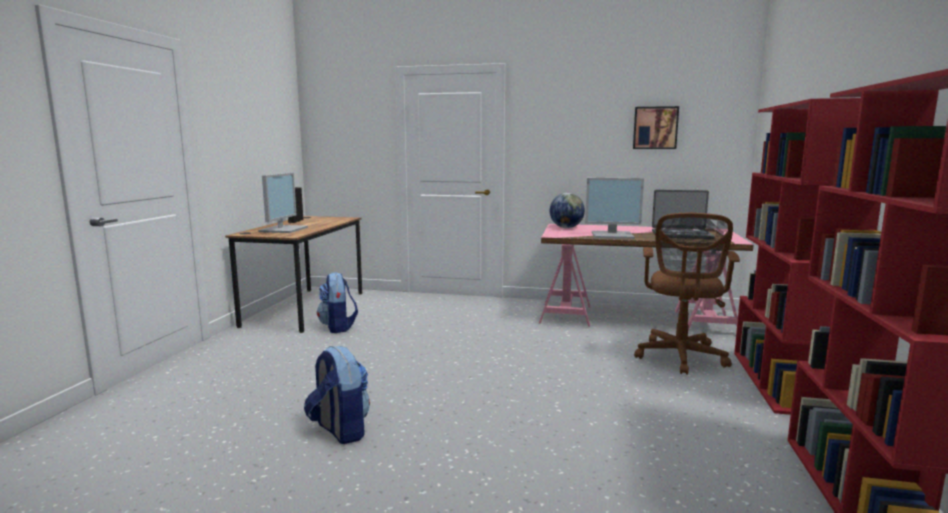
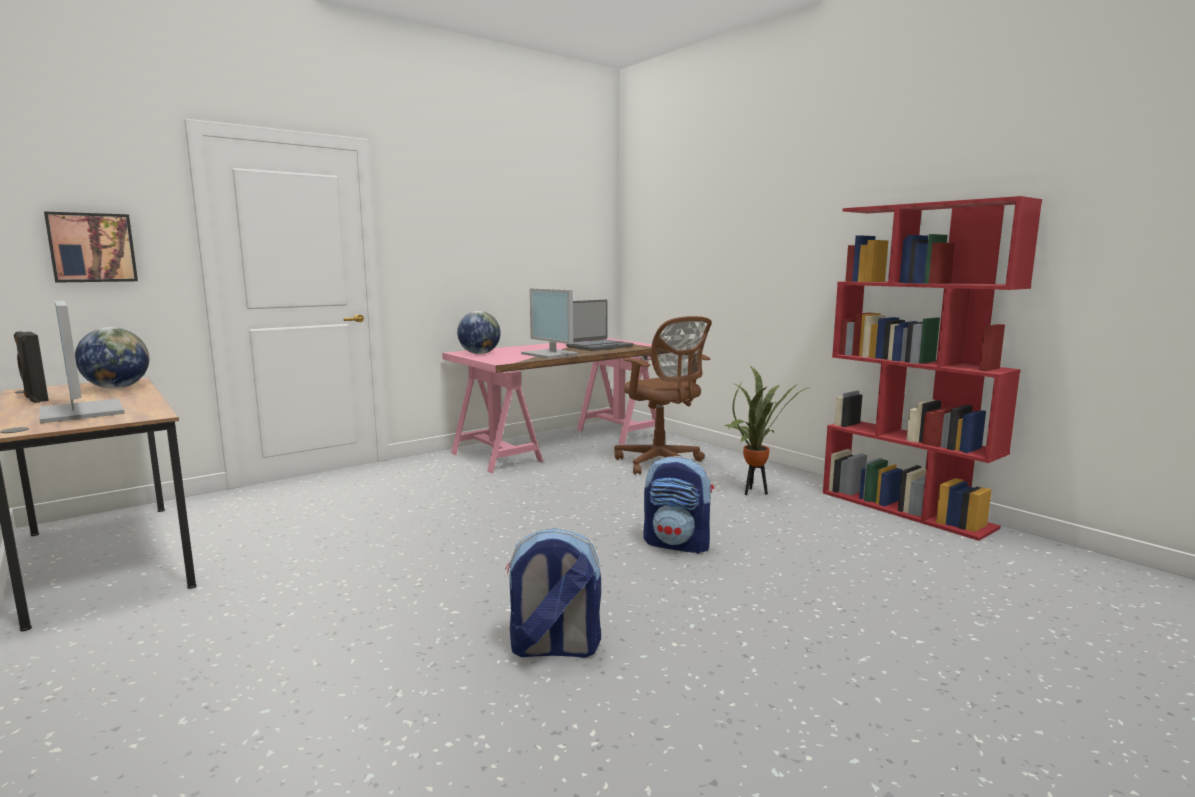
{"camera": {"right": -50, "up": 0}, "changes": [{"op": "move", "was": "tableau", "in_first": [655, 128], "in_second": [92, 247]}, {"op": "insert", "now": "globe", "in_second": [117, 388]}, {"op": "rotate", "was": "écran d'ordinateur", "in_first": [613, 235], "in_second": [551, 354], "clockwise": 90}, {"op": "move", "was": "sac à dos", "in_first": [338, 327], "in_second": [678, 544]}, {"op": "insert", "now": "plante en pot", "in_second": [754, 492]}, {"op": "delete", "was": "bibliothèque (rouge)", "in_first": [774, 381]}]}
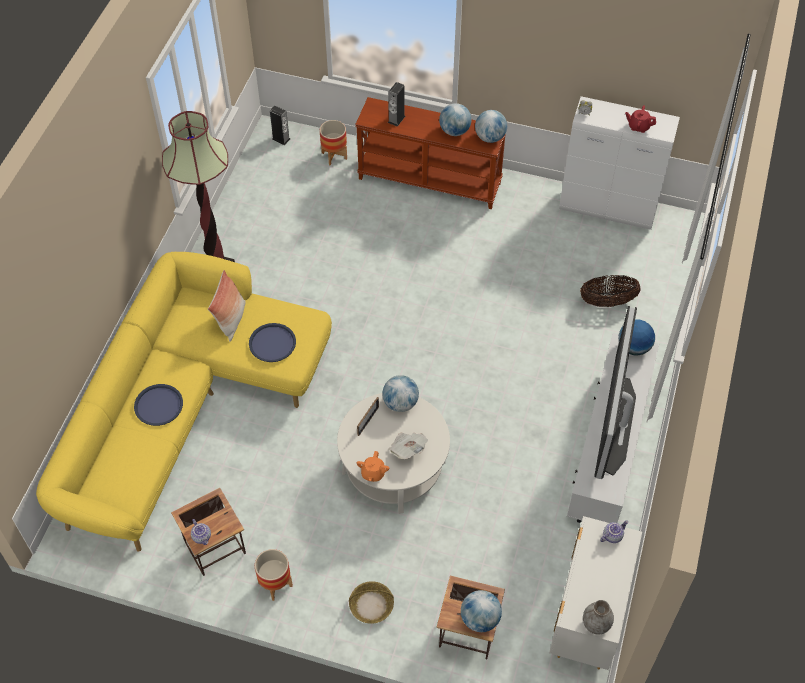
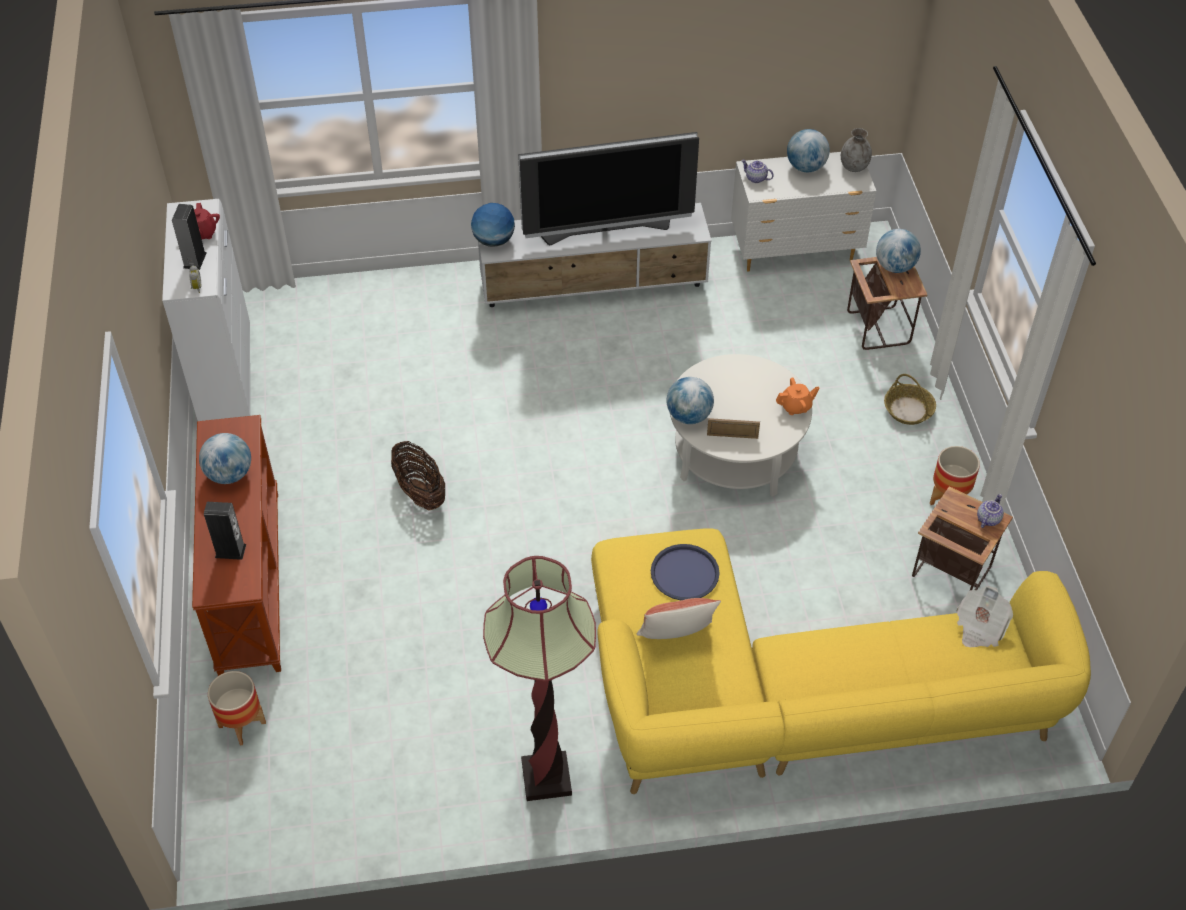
{"camera": {"right": -115, "up": -5}, "changes": [{"op": "move", "was": "enceinte", "in_first": [281, 139], "in_second": [194, 260]}, {"op": "move", "was": "panier", "in_first": [607, 301], "in_second": [420, 492]}, {"op": "move", "was": "globe", "in_first": [490, 137], "in_second": [805, 167]}, {"op": "move", "was": "journal", "in_first": [407, 449], "in_second": [979, 627]}, {"op": "delete", "was": "plateau (bleu)", "in_first": [158, 405]}]}
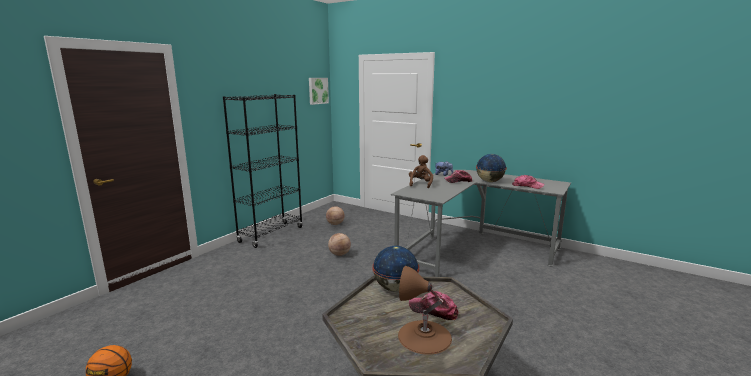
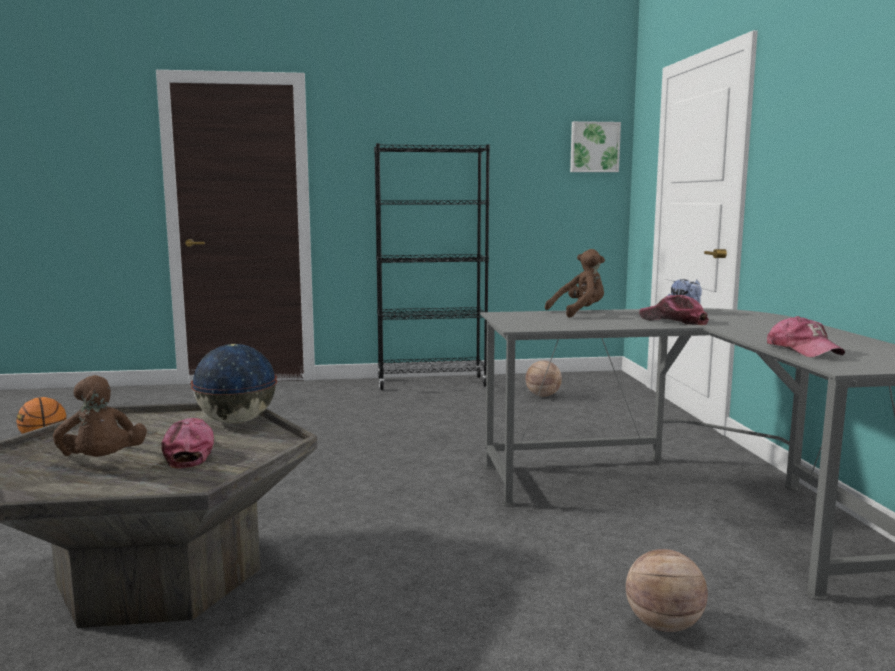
{"camera": {"right": 50, "up": -5}, "changes": [{"op": "replace", "was": "lampe de table (marron)", "now": "peluche (marron)", "in_first": [424, 336], "in_second": [102, 462]}, {"op": "move", "was": "ballon de basket", "in_first": [339, 254], "in_second": [663, 625]}, {"op": "delete", "was": "globe", "in_first": [490, 181]}]}
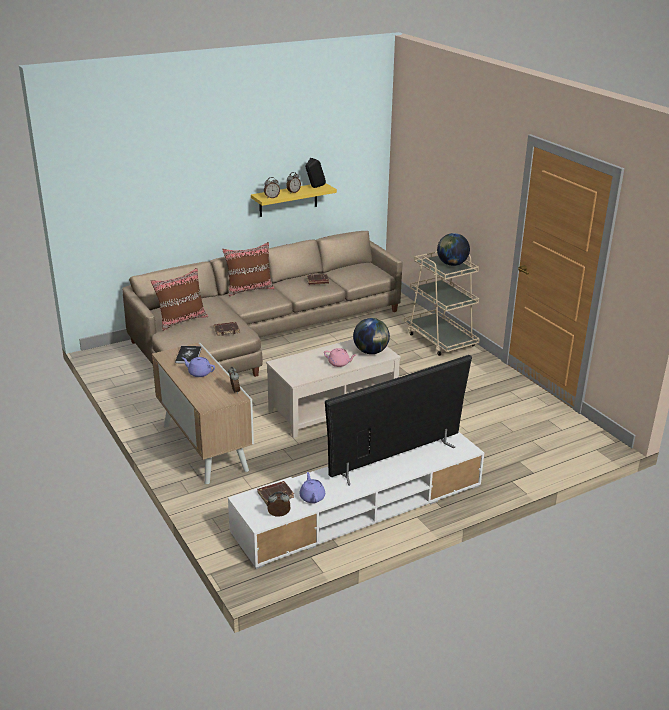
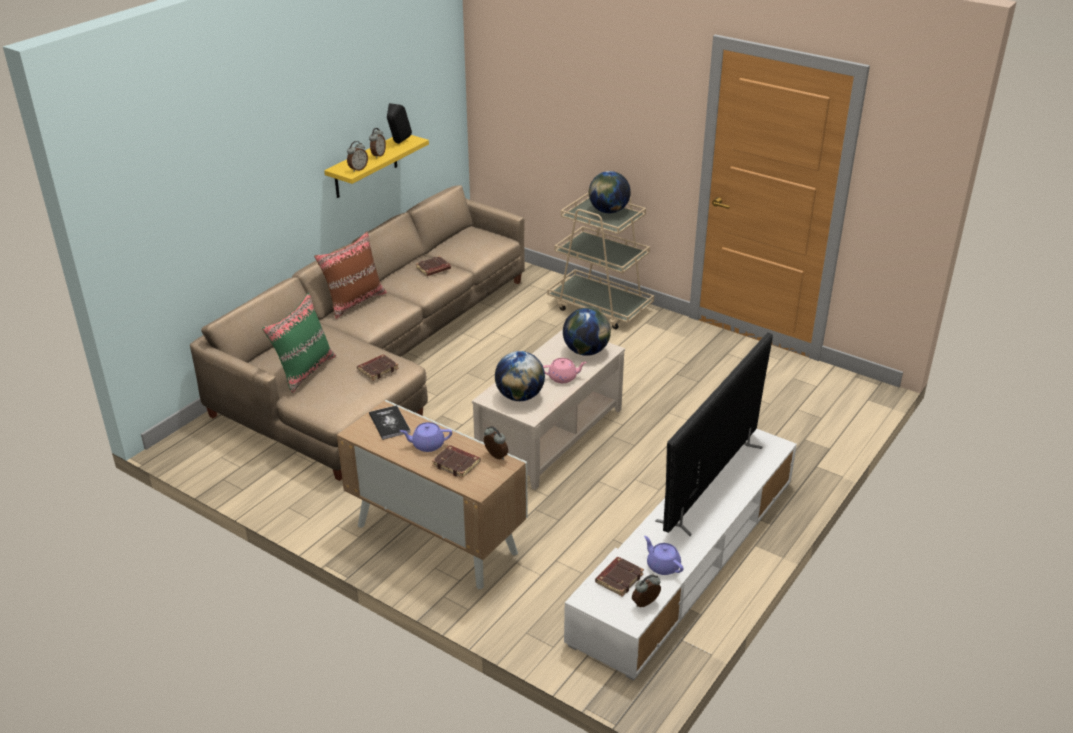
{"camera": {"right": -25, "up": 5}, "changes": [{"op": "recolor", "was": "coussin (marron)", "now": "coussin (vert)", "in_first": [182, 320], "in_second": [305, 371]}, {"op": "insert", "now": "livre (marron)", "in_second": [457, 464]}, {"op": "insert", "now": "globe", "in_second": [520, 396]}]}
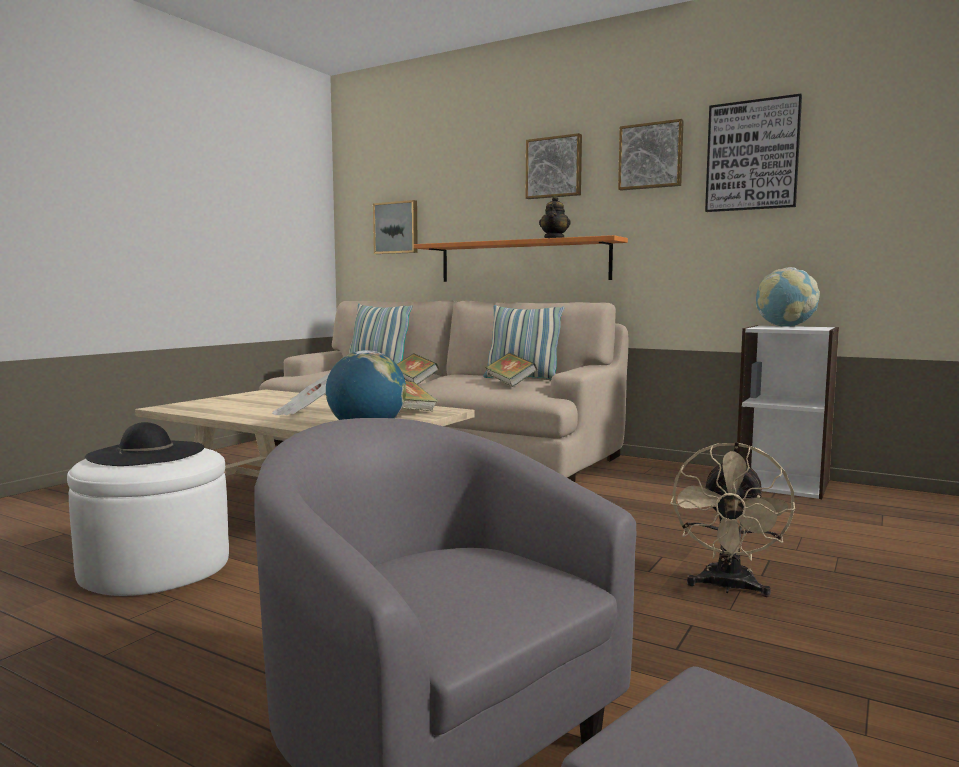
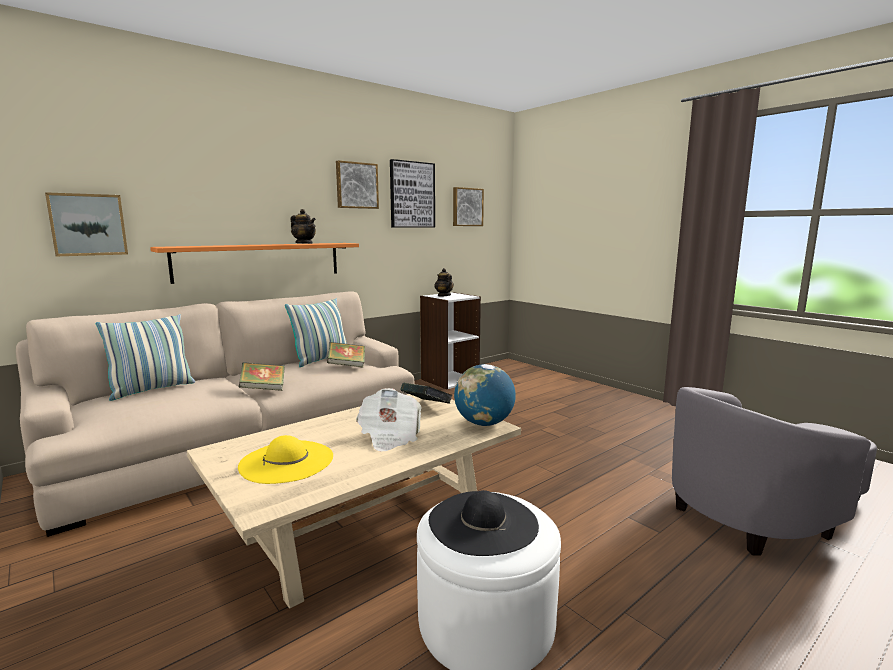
{"camera": {"right": -70, "up": 5}, "changes": [{"op": "insert", "now": "chapeau (jaune)", "in_second": [287, 461]}, {"op": "replace", "was": "globe", "now": "théière", "in_first": [785, 327], "in_second": [444, 295]}, {"op": "move", "was": "tableau", "in_first": [554, 167], "in_second": [467, 207]}, {"op": "delete", "was": "ventilateur (beige)", "in_first": [727, 587]}]}
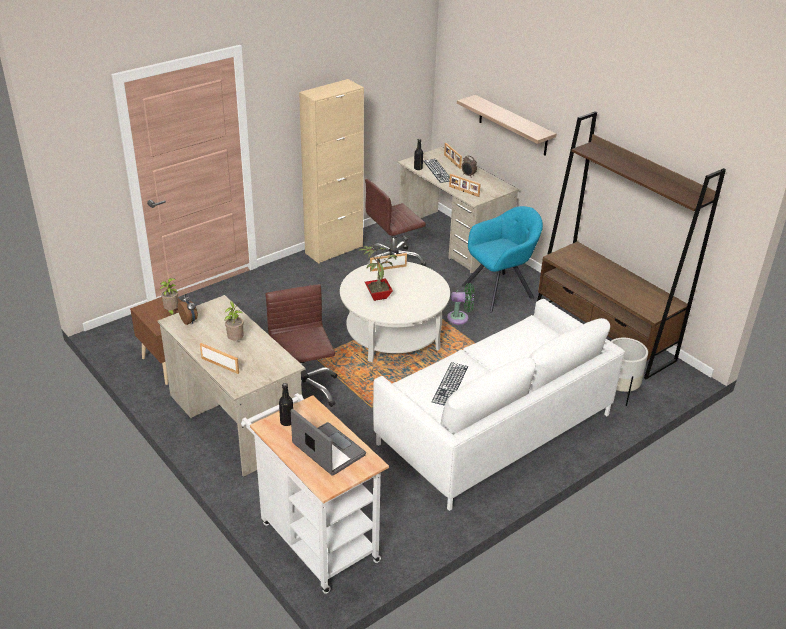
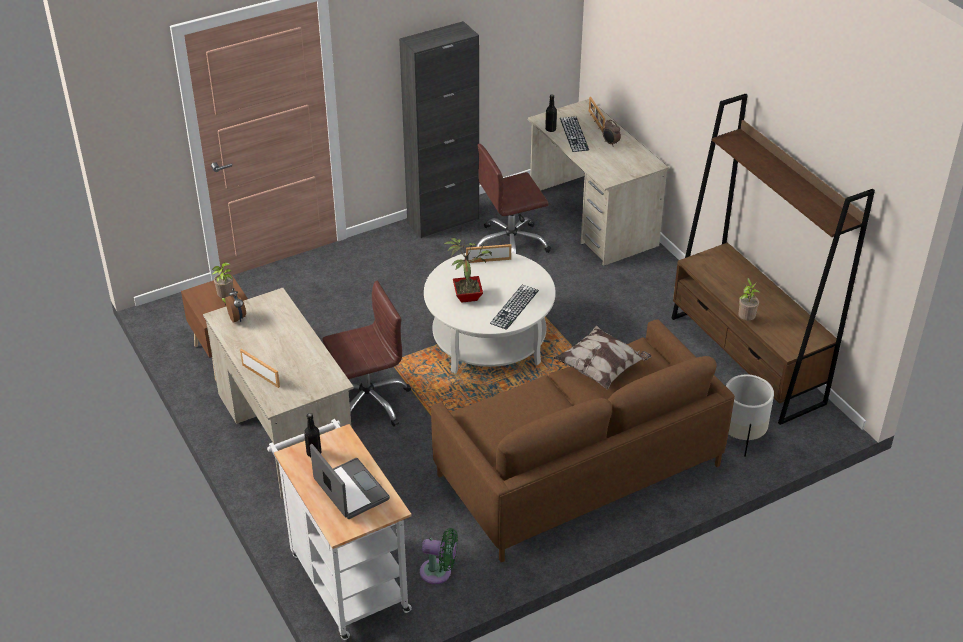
{"camera": {"right": 10, "up": 5}, "changes": [{"op": "rotate", "was": "chaise de bureau (marron)", "in_first": [302, 390], "in_second": [367, 401], "clockwise": 75}, {"op": "recolor", "was": "meuble de rangement (beige)", "now": "meuble de rangement (noir)", "in_first": [334, 249], "in_second": [443, 221]}, {"op": "move", "was": "ventilateur (vert)", "in_first": [460, 318], "in_second": [439, 572]}, {"op": "recolor", "was": "canapé (blanc)", "now": "canapé (marron)", "in_first": [494, 429], "in_second": [578, 470]}, {"op": "move", "was": "clavier", "in_first": [450, 384], "in_second": [514, 307]}, {"op": "insert", "now": "coussin", "in_second": [602, 369]}, {"op": "move", "was": "plante en pot", "in_first": [236, 340], "in_second": [745, 319]}, {"op": "delete", "was": "cadre photo", "in_first": [463, 191]}, {"op": "delete", "was": "étagère", "in_first": [513, 125]}, {"op": "delete", "was": "fauteuil (turquoise)", "in_first": [500, 290]}]}
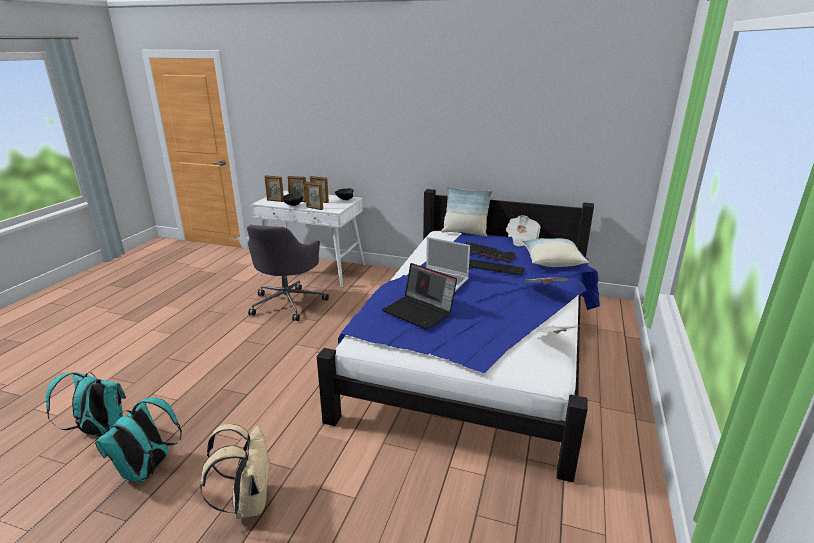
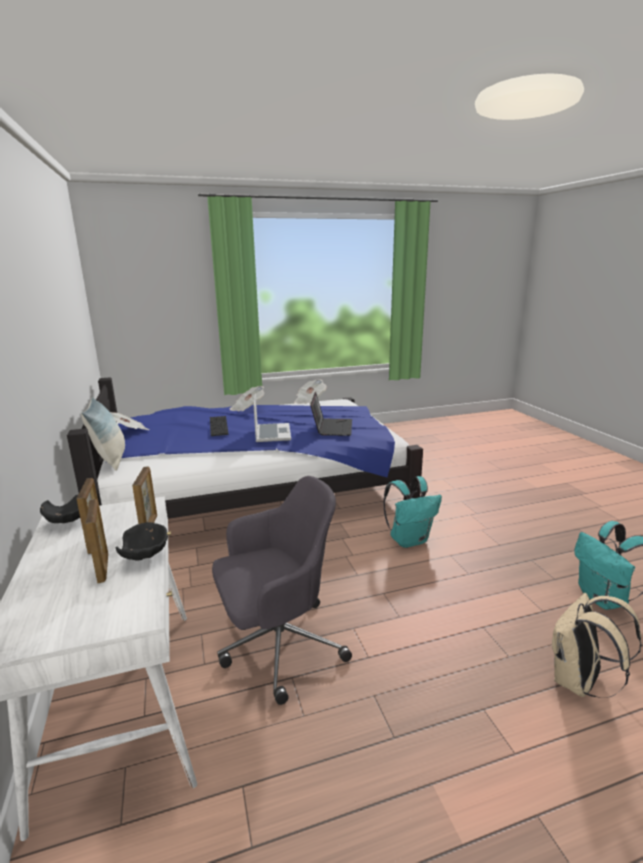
{"camera": {"right": -125, "up": -5}, "changes": [{"op": "move", "was": "sac à dos (turquoise)", "in_first": [148, 470], "in_second": [409, 540]}, {"op": "move", "was": "sac à dos (beige)", "in_first": [248, 502], "in_second": [578, 682]}, {"op": "delete", "was": "cadre photo", "in_first": [275, 201]}, {"op": "delete", "was": "clavier", "in_first": [488, 253]}, {"op": "delete", "was": "coussin", "in_first": [551, 261]}]}
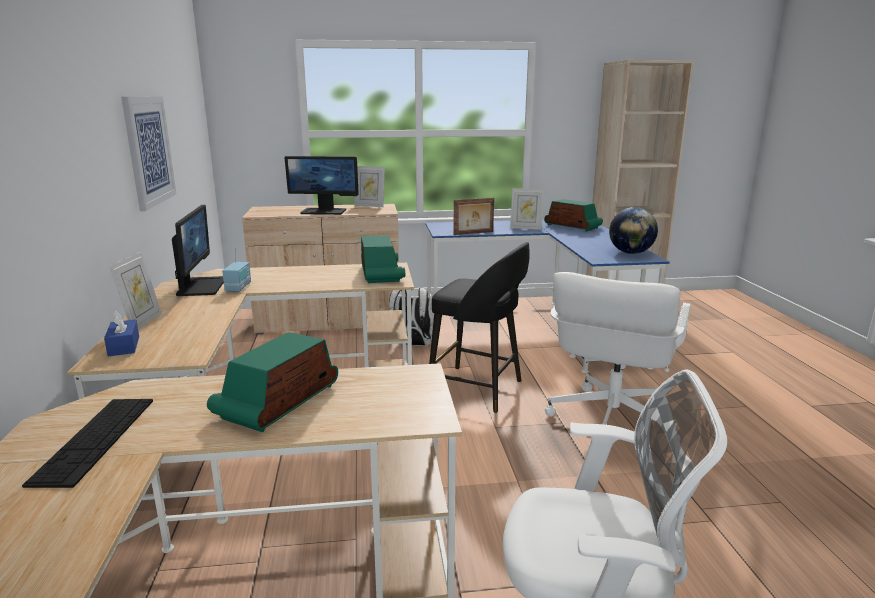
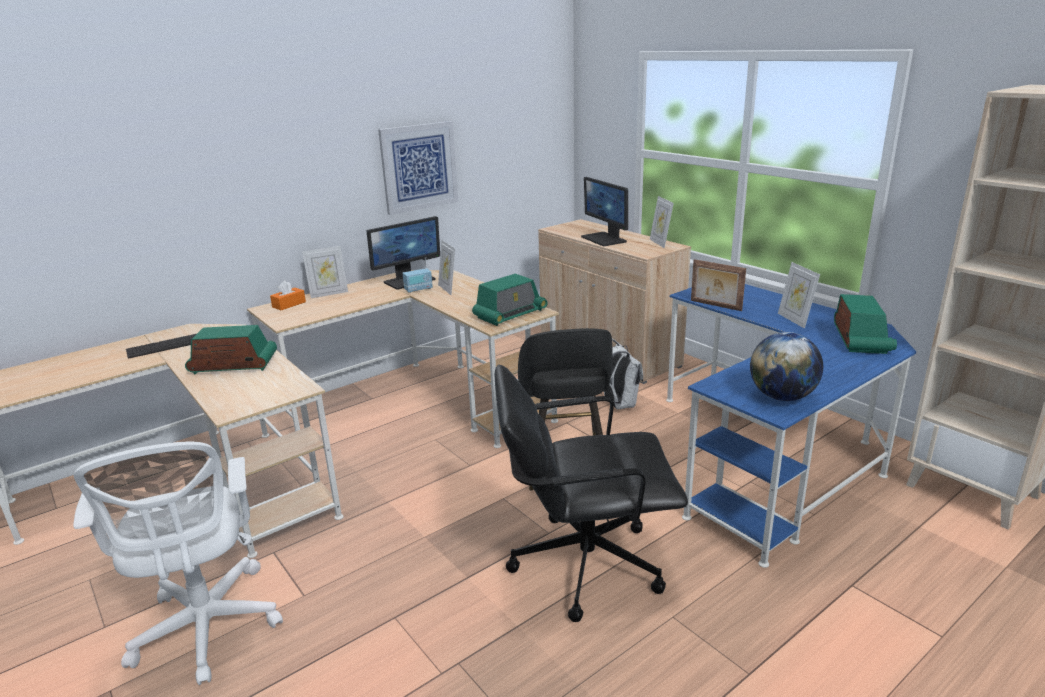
{"camera": {"right": 60, "up": 5}, "changes": [{"op": "recolor", "was": "boîte à mouchoirs (bleu)", "now": "boîte à mouchoirs (orange)", "in_first": [124, 346], "in_second": [289, 304]}, {"op": "insert", "now": "cadre photo", "in_second": [448, 289]}, {"op": "recolor", "was": "chaise de bureau (blanc)", "now": "chaise de bureau (noir)", "in_first": [610, 420], "in_second": [584, 563]}]}
